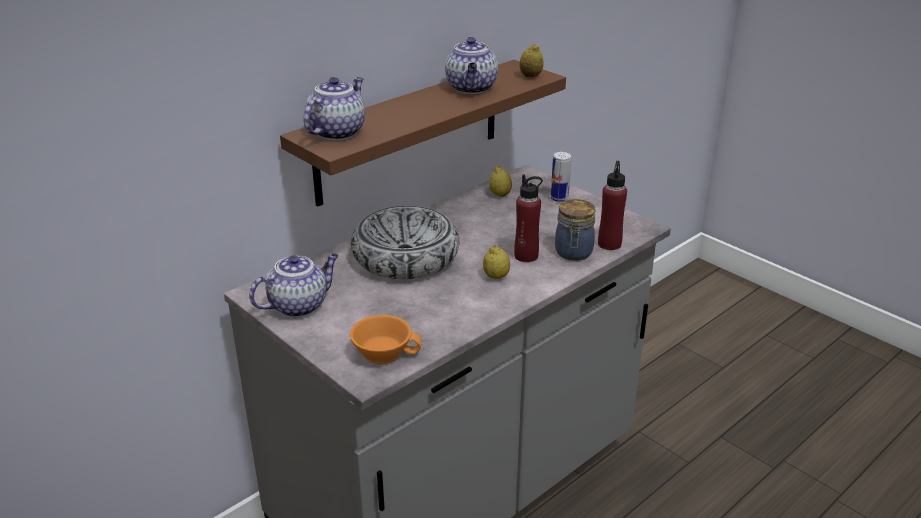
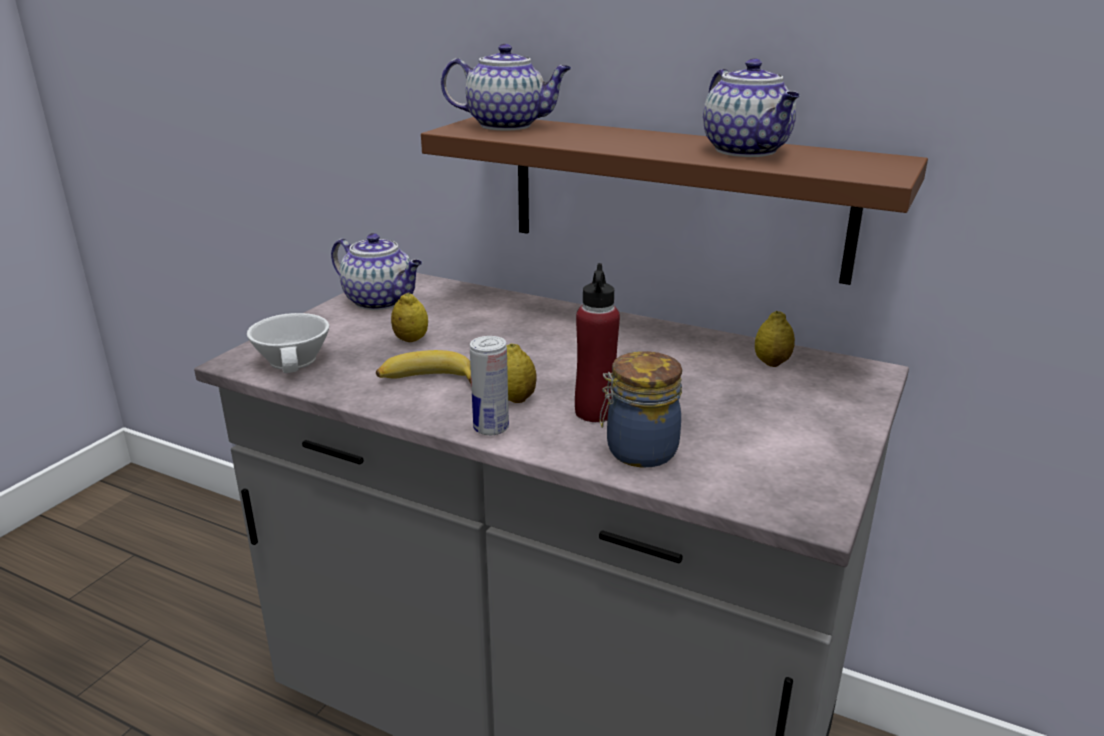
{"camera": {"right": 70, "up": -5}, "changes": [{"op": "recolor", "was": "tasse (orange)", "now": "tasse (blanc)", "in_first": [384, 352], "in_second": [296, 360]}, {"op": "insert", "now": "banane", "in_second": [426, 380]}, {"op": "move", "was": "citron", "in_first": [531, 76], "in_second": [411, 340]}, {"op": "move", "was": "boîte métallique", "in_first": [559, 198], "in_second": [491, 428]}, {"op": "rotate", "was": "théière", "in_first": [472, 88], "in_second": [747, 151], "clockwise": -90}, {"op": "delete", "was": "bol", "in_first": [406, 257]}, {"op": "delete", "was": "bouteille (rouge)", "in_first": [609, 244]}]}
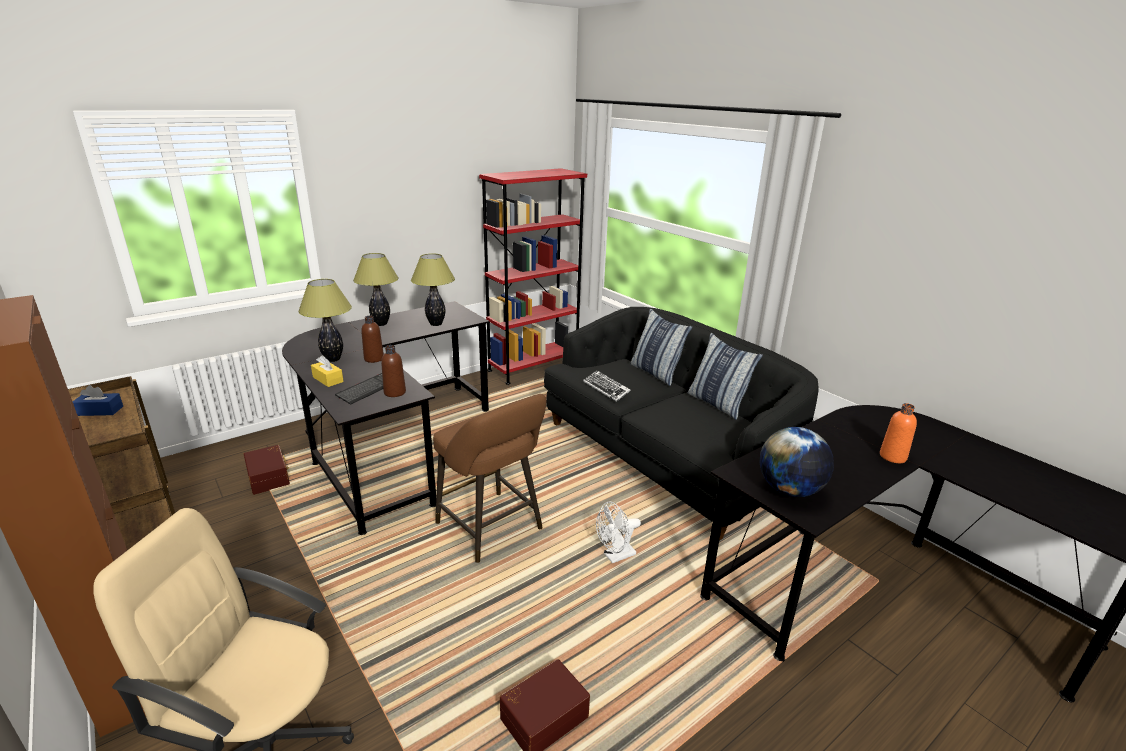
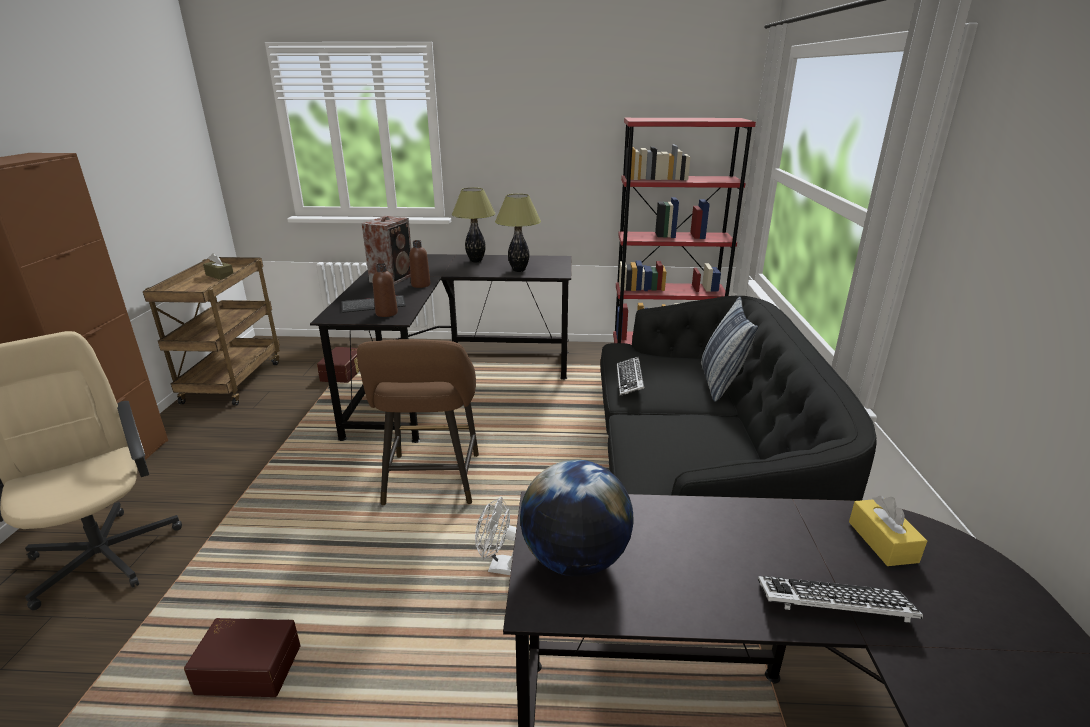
{"camera": {"right": 40, "up": 0}, "changes": [{"op": "recolor", "was": "boîte à mouchoirs (bleu)", "now": "boîte à mouchoirs (marron)", "in_first": [100, 411], "in_second": [220, 275]}, {"op": "replace", "was": "lampe de table", "now": "enceinte", "in_first": [332, 359], "in_second": [393, 278]}, {"op": "replace", "was": "bouteille (orange)", "now": "clavier", "in_first": [892, 457], "in_second": [833, 605]}, {"op": "move", "was": "boîte à mouchoirs (jaune)", "in_first": [328, 379], "in_second": [882, 541]}, {"op": "delete", "was": "coussin", "in_first": [717, 404]}]}
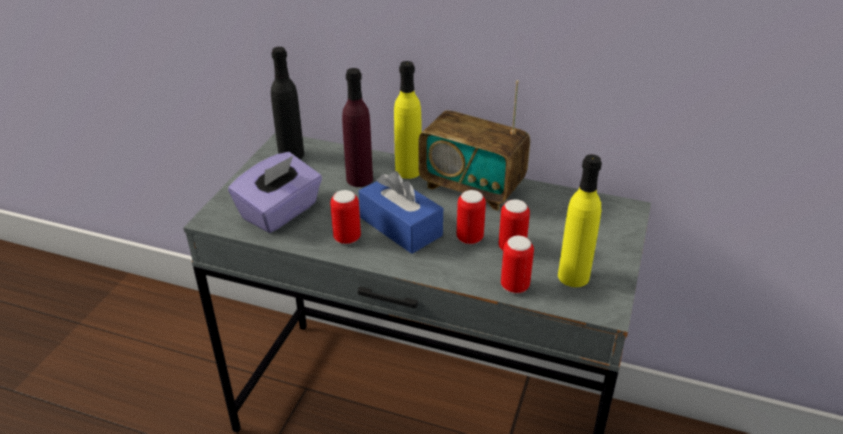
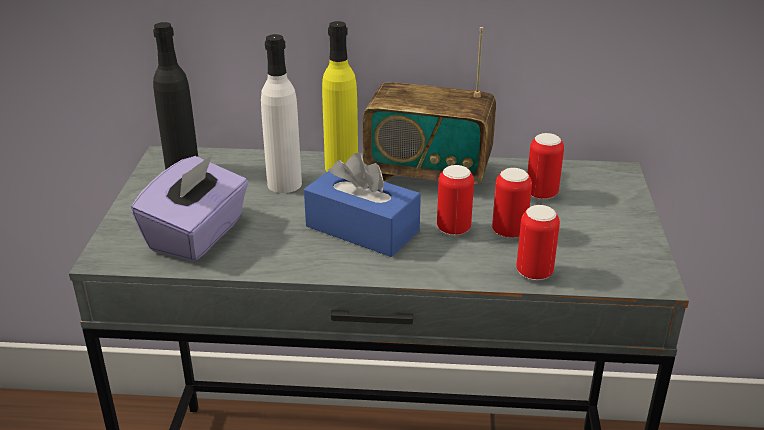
{"camera": {"right": -15, "up": -5}, "changes": [{"op": "recolor", "was": "bouteille (violet)", "now": "bouteille (blanc)", "in_first": [359, 179], "in_second": [284, 184]}, {"op": "move", "was": "boîte métallique", "in_first": [347, 238], "in_second": [541, 194]}, {"op": "delete", "was": "bouteille (jaune)", "in_first": [573, 276]}]}
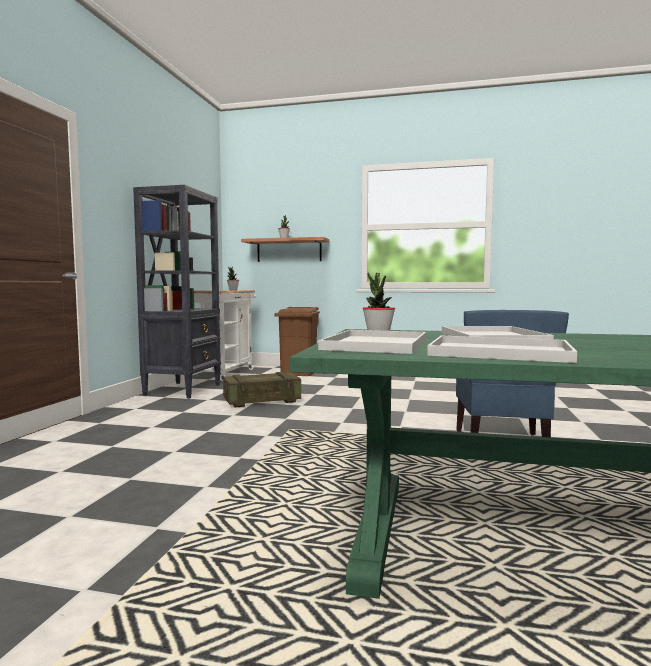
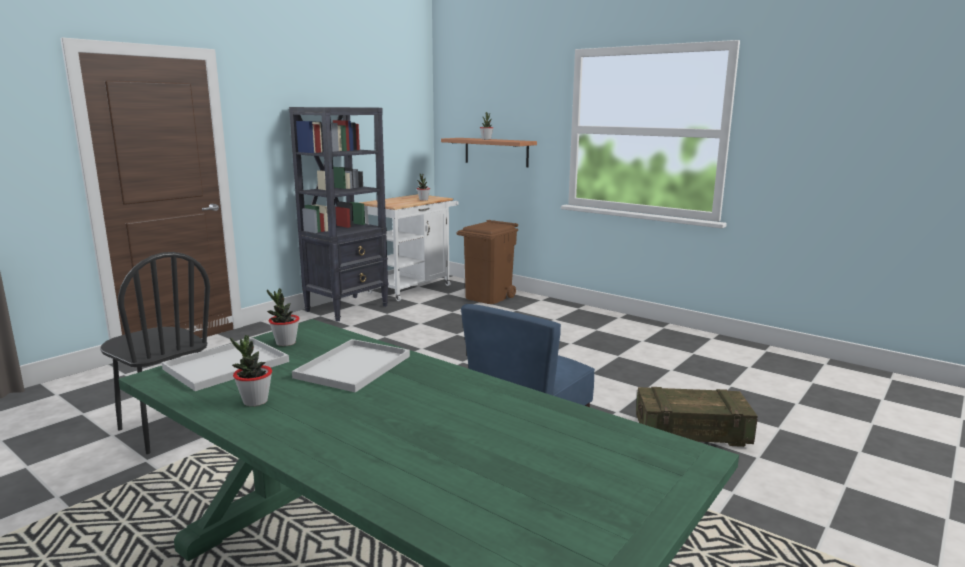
{"camera": {"right": 25, "up": 10}, "changes": [{"op": "insert", "now": "chaise (noir)", "in_second": [166, 428]}, {"op": "replace", "was": "plateau (blanc)", "now": "plante en pot", "in_first": [496, 352], "in_second": [255, 401]}, {"op": "move", "was": "caisse", "in_first": [262, 401], "in_second": [691, 432]}]}
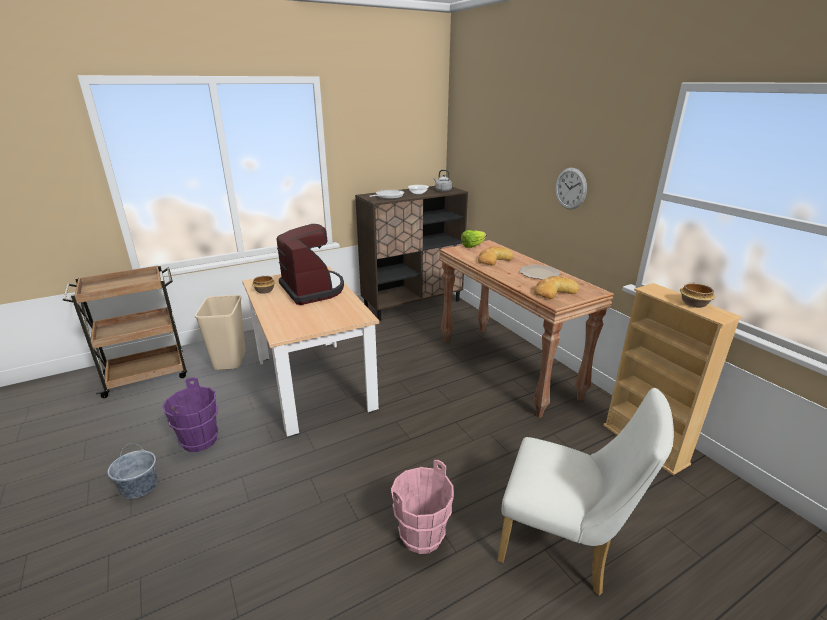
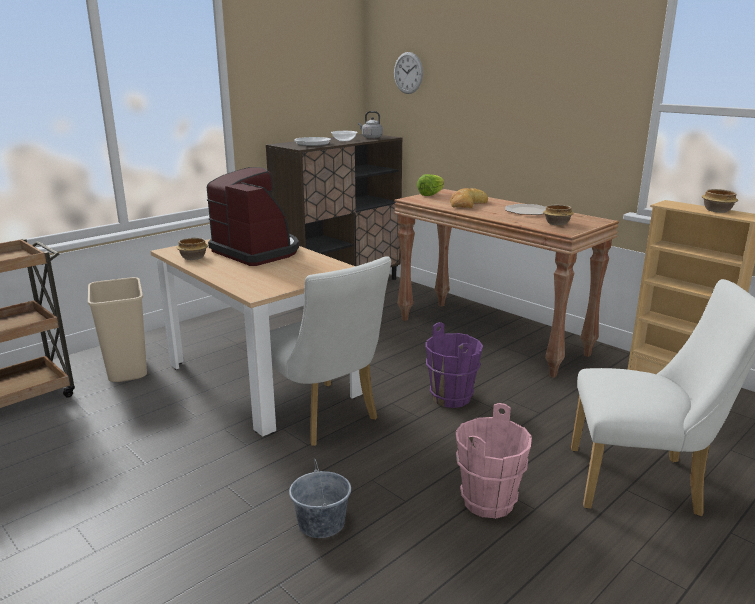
{"camera": {"right": -15, "up": -5}, "changes": [{"op": "insert", "now": "chaise (blanc)", "in_second": [324, 418]}, {"op": "move", "was": "seau (gris)", "in_first": [139, 486], "in_second": [321, 523]}, {"op": "move", "was": "horloge murale", "in_first": [570, 188], "in_second": [408, 73]}, {"op": "move", "was": "seau (violet)", "in_first": [200, 440], "in_second": [451, 398]}, {"op": "replace", "was": "pain", "now": "bol", "in_first": [553, 292], "in_second": [557, 224]}]}
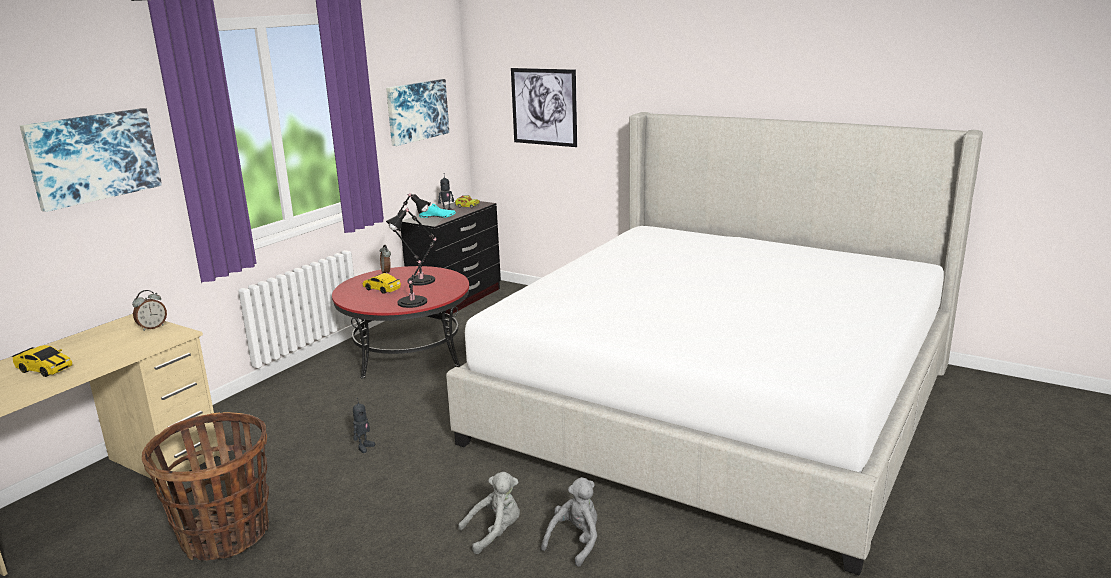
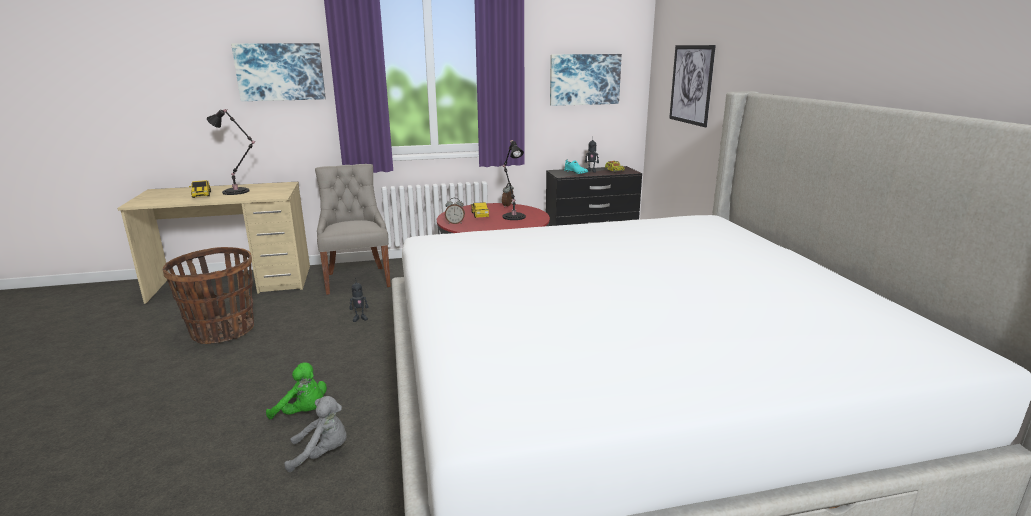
{"camera": {"right": 45, "up": 0}, "changes": [{"op": "move", "was": "lampe de table (noir)", "in_first": [415, 301], "in_second": [238, 192]}, {"op": "recolor", "was": "peluche (gris)", "now": "peluche (vert)", "in_first": [495, 532], "in_second": [303, 412]}, {"op": "insert", "now": "chaise (gris)", "in_second": [357, 279]}, {"op": "move", "was": "réveil", "in_first": [152, 327], "in_second": [455, 223]}]}
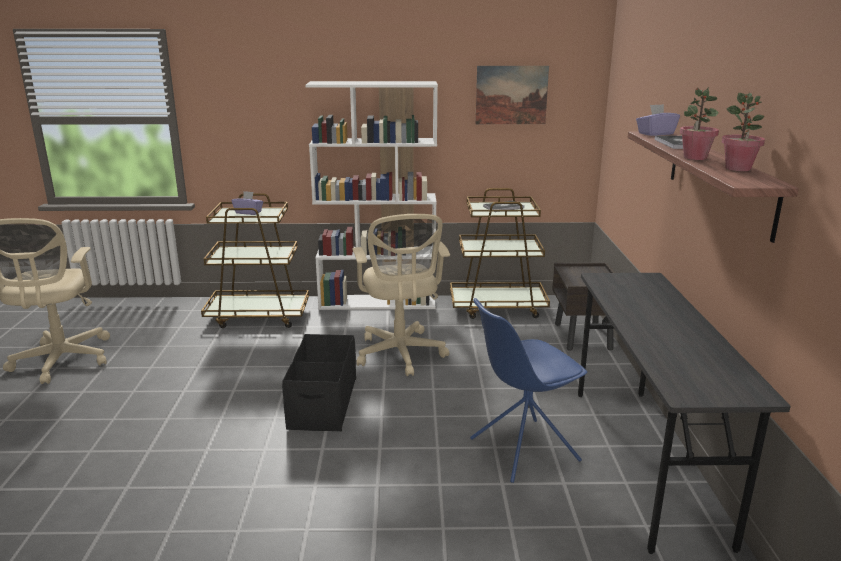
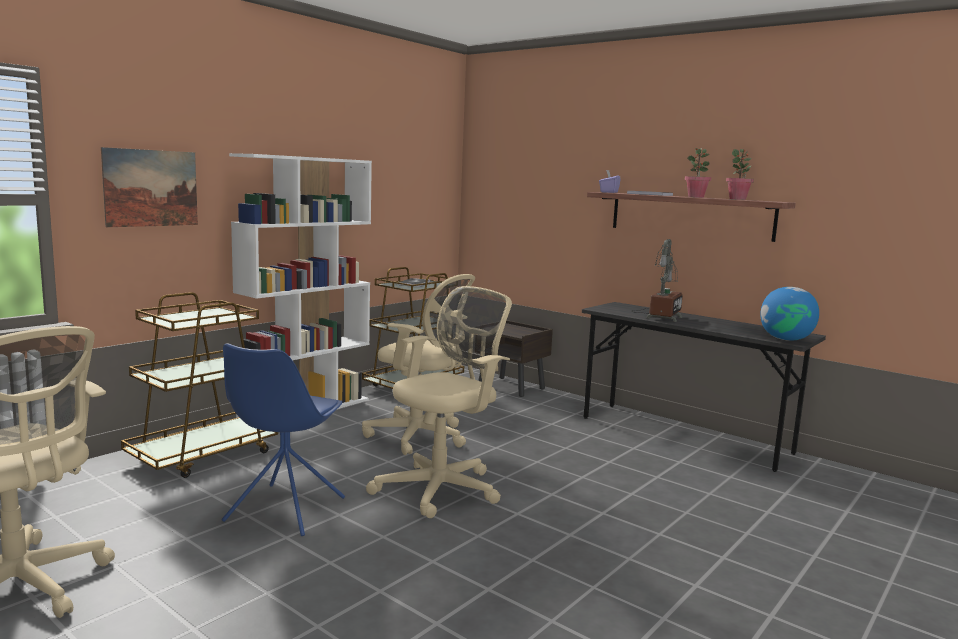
{"camera": {"right": -50, "up": -10}, "changes": [{"op": "move", "was": "tableau", "in_first": [511, 95], "in_second": [151, 188]}, {"op": "move", "was": "chaise (bleu)", "in_first": [522, 450], "in_second": [284, 510]}, {"op": "replace", "was": "boîte de rangement (noir)", "now": "chaise de bureau (beige)", "in_first": [322, 403], "in_second": [442, 488]}, {"op": "insert", "now": "lampe de table", "in_second": [661, 316]}, {"op": "insert", "now": "globe", "in_second": [786, 339]}, {"op": "delete", "was": "boîte à mouchoirs (violet)", "in_first": [248, 212]}]}
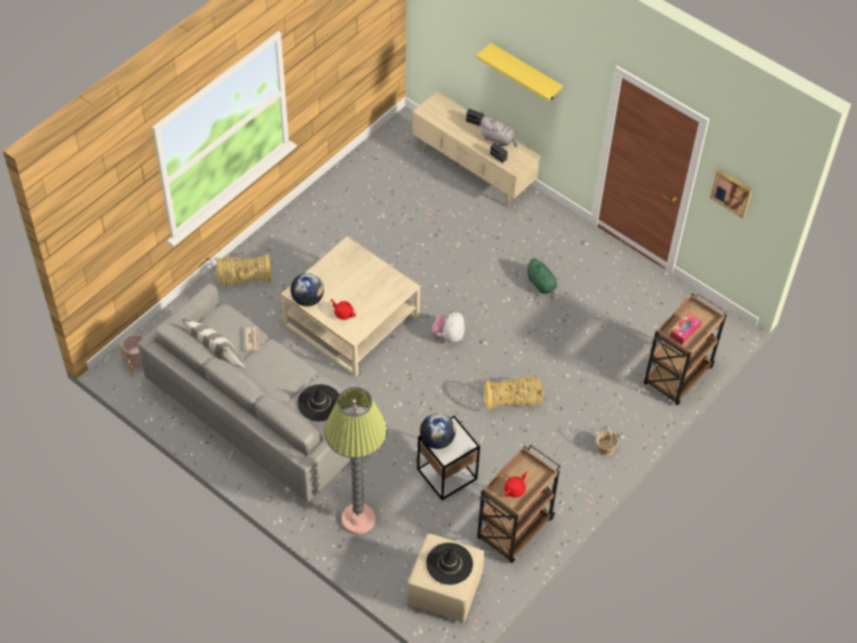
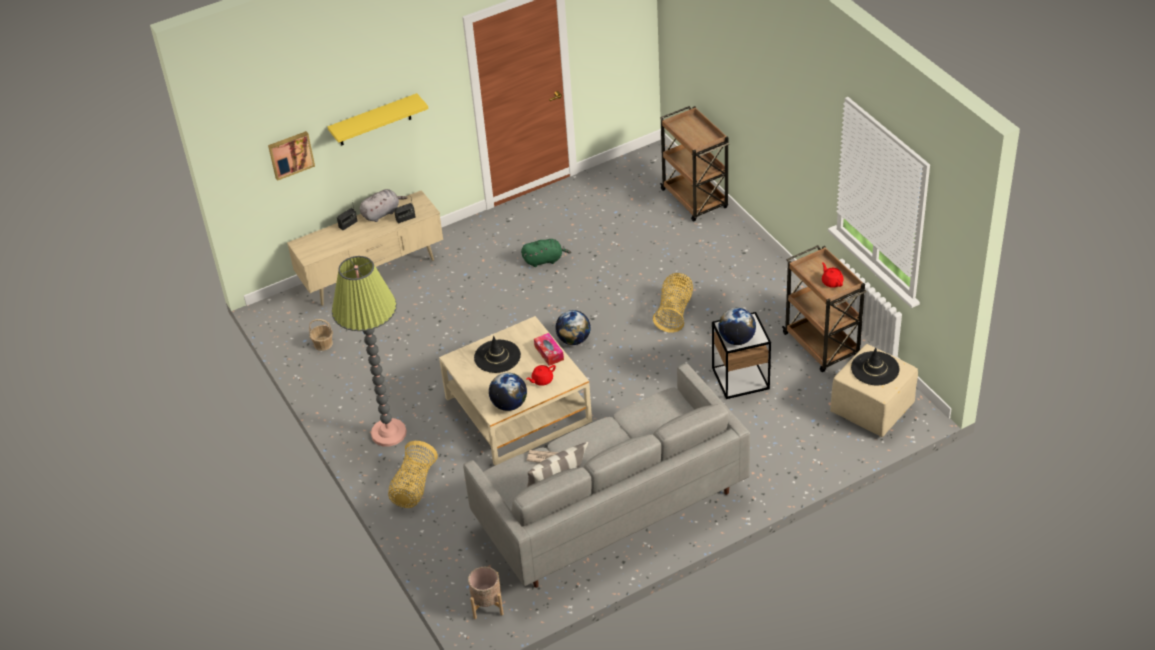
{"camera": {"right": -65, "up": -10}, "changes": [{"op": "move", "was": "tableau", "in_first": [732, 192], "in_second": [290, 154]}, {"op": "move", "was": "panier", "in_first": [605, 448], "in_second": [323, 344]}, {"op": "move", "was": "lampadaire", "in_first": [358, 519], "in_second": [388, 433]}, {"op": "move", "was": "chapeau (noir)", "in_first": [319, 403], "in_second": [497, 356]}, {"op": "move", "was": "boîte à mouchoirs", "in_first": [684, 332], "in_second": [549, 353]}, {"op": "replace", "was": "peluche", "now": "globe", "in_first": [448, 336], "in_second": [574, 340]}]}
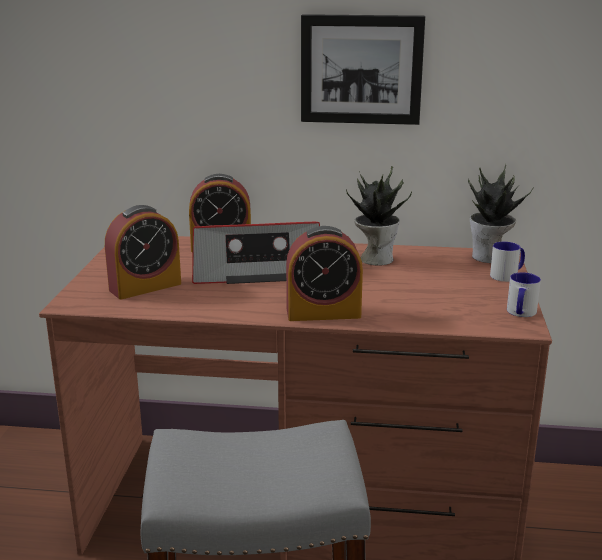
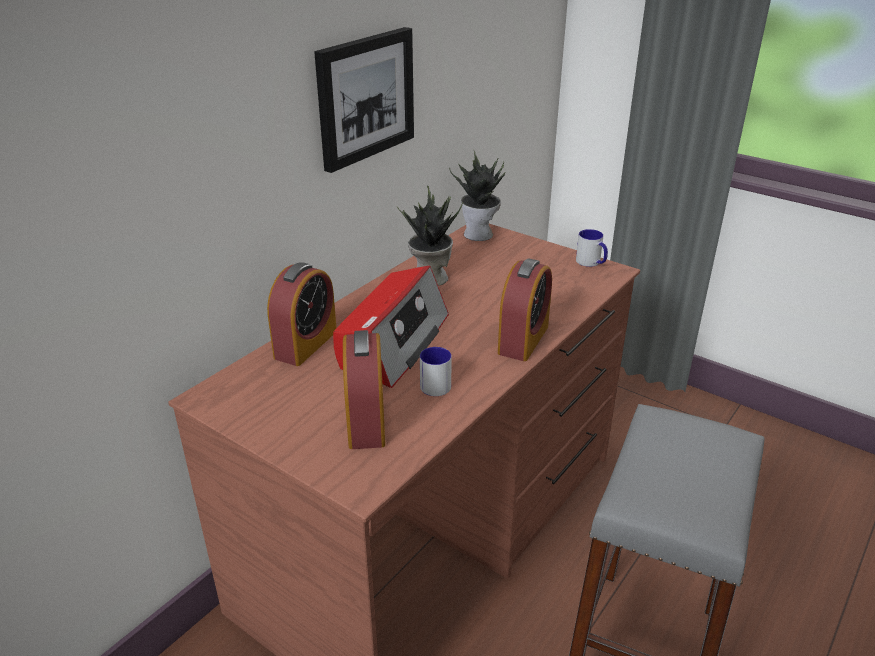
{"camera": {"right": -60, "up": 10}, "changes": [{"op": "move", "was": "mug", "in_first": [507, 275], "in_second": [435, 383]}]}
